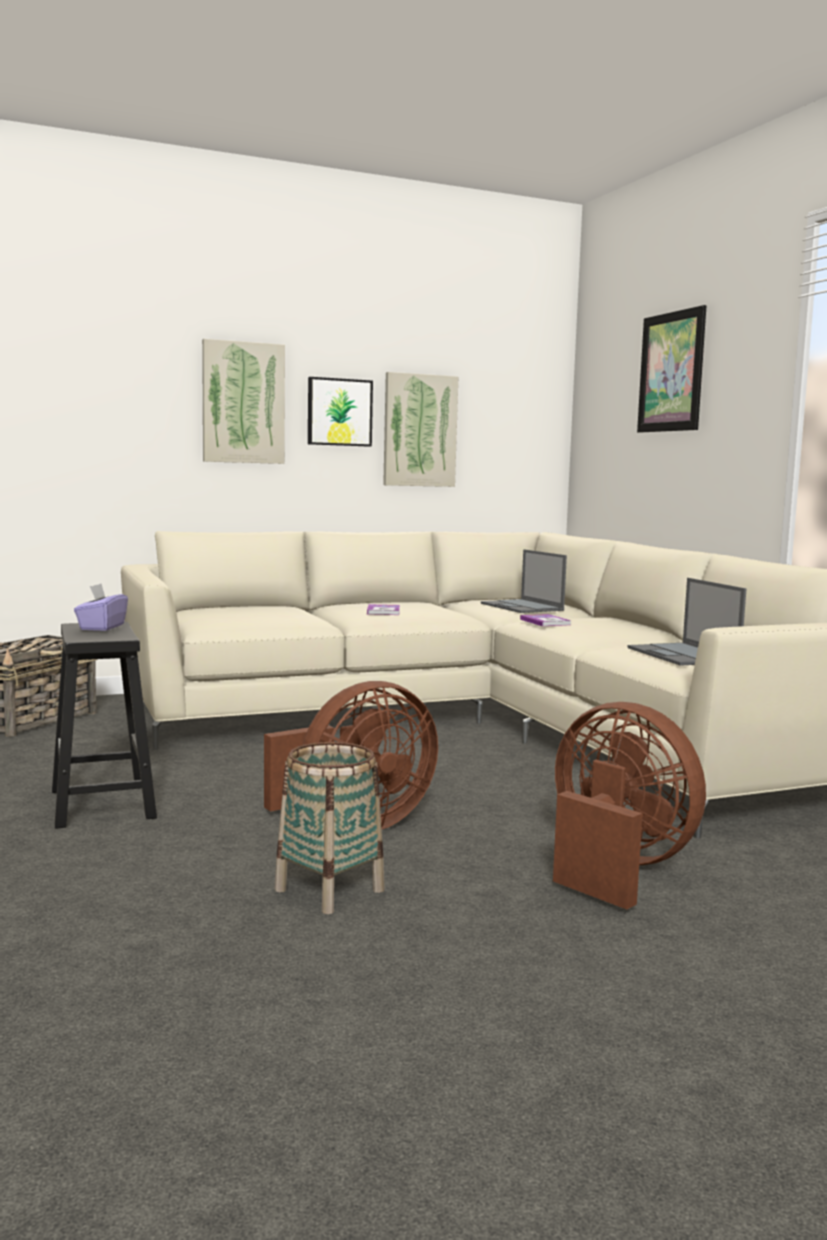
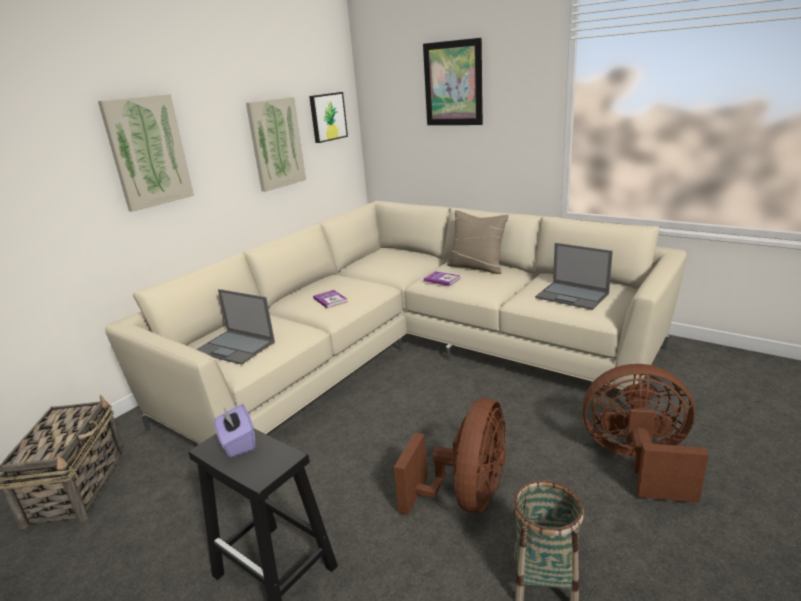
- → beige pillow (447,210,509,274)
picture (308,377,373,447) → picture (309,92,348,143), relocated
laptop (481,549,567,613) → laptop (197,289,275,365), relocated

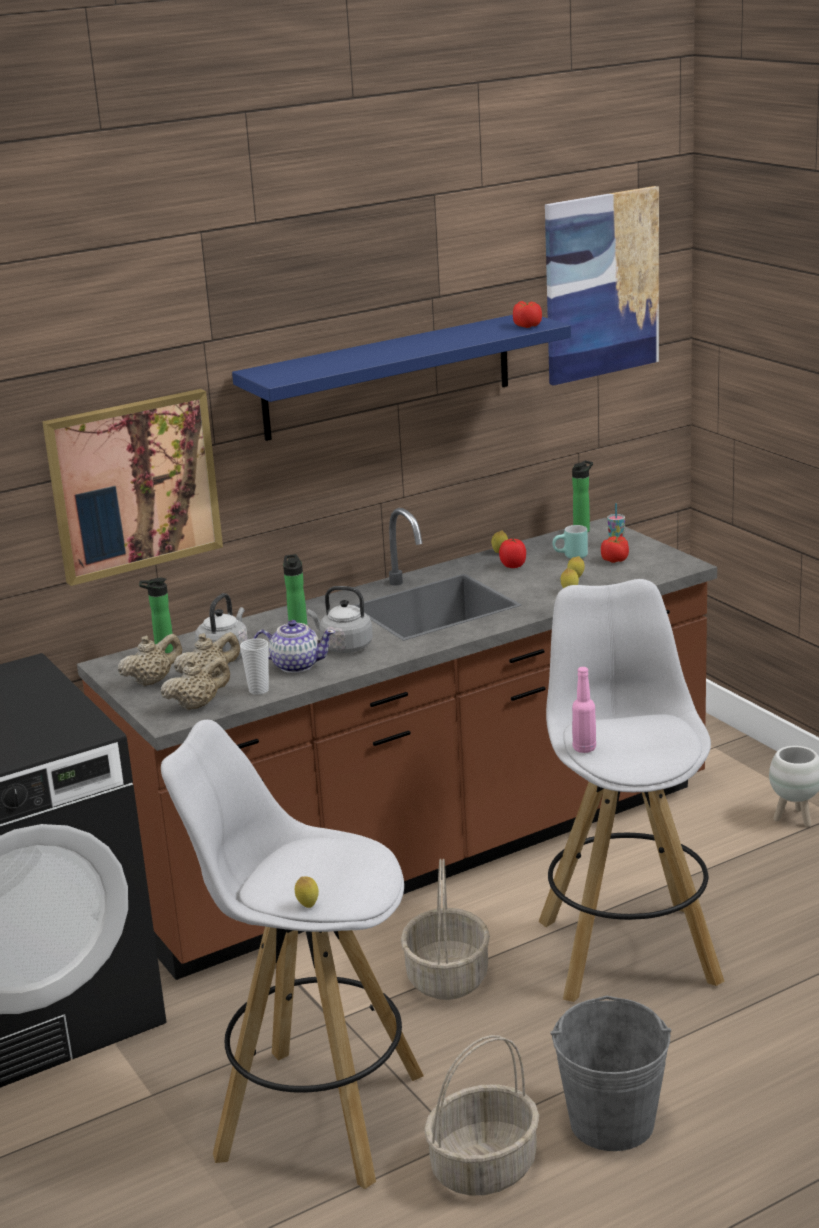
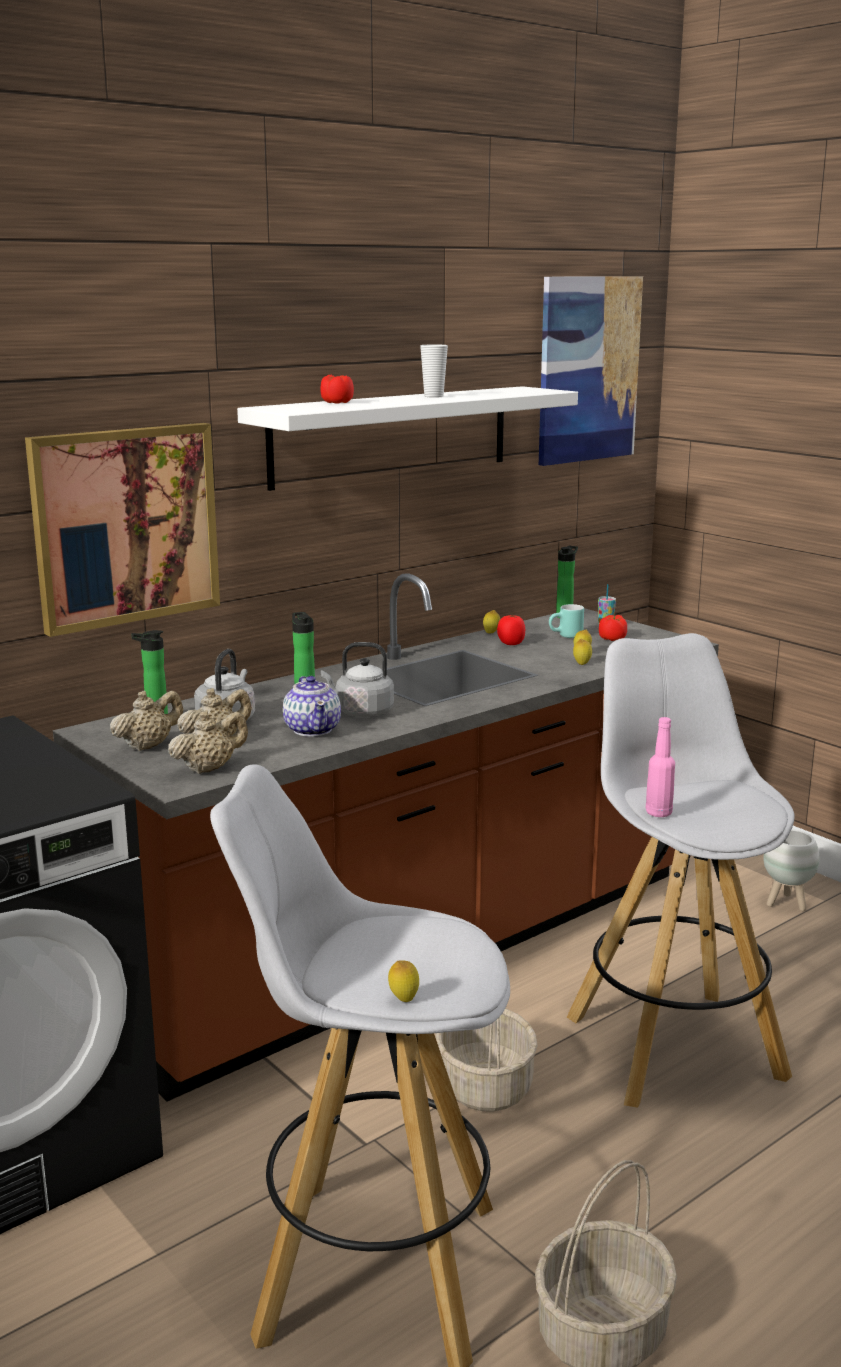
grey bucket (550,996,671,1151) → -
cup (240,638,269,695) → cup (420,344,448,398), relocated
tomato (513,301,542,328) → tomato (320,375,354,404), relocated
blue shelf (232,315,571,441) → white shelf (237,386,578,491)
teapot (253,620,335,673) → teapot (283,676,341,737), 75 degrees clockwise

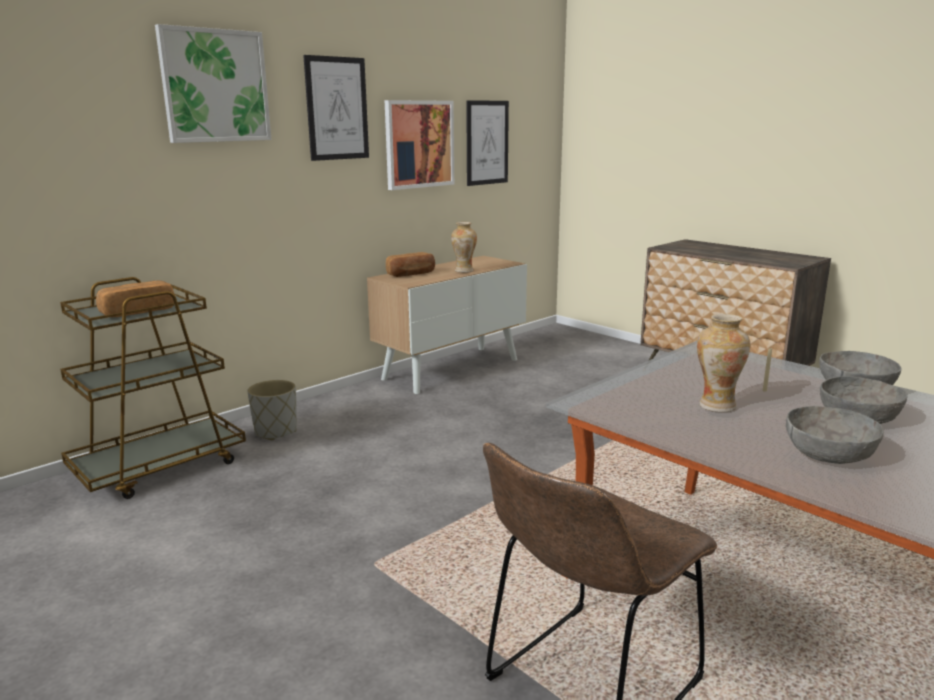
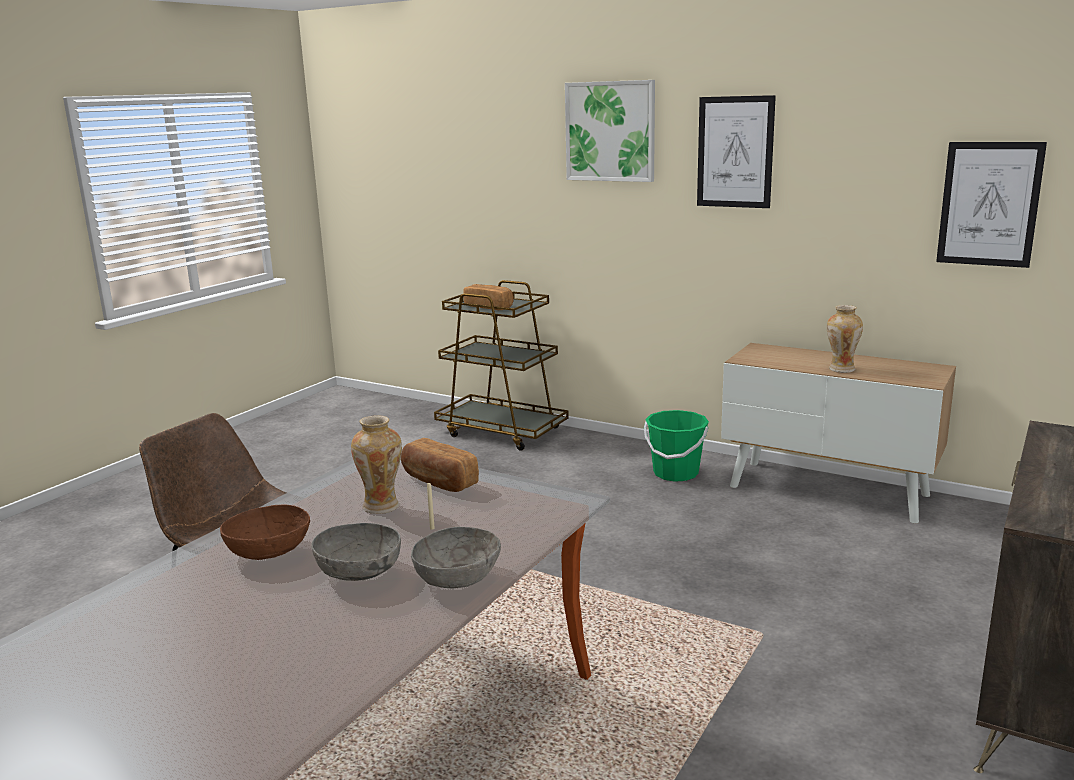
grey planter (247,380,297,440) → -
picture (384,100,454,190) → -
- → green bucket (644,410,709,482)
bread (386,252,435,277) → bread (401,438,479,492), relocated
grey bowl (786,406,884,464) → brown bowl (220,505,310,560)

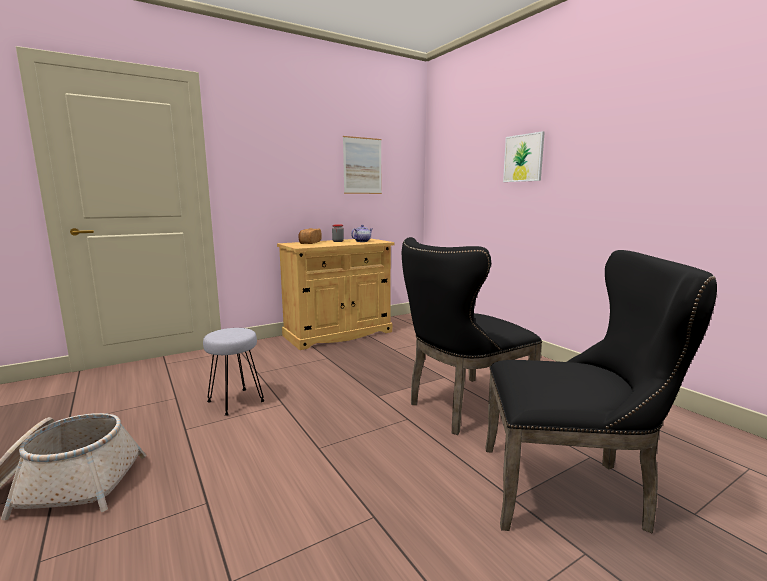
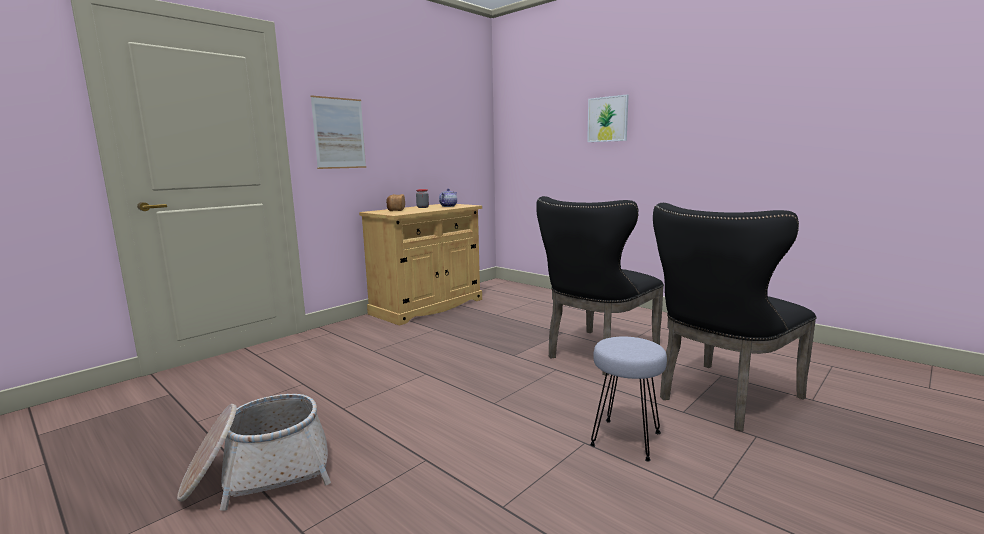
grey stool (203,328,265,416) → grey stool (590,337,667,461), relocated
picture (343,136,382,194) → picture (311,95,366,169), relocated
black chair (485,250,717,533) → black chair (653,203,817,431), 150 degrees clockwise

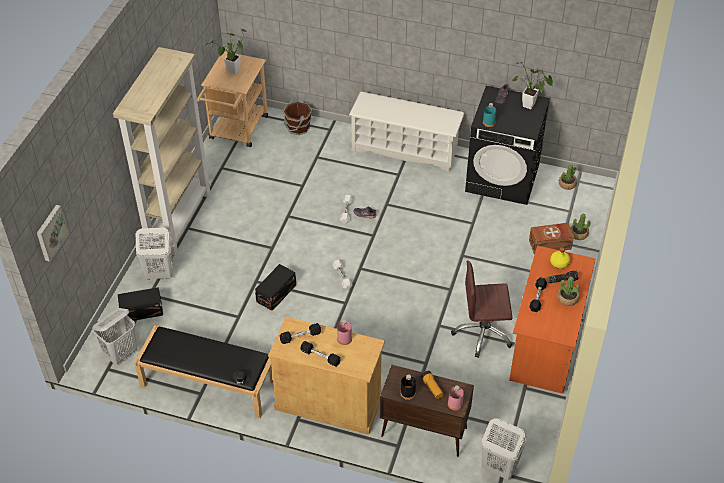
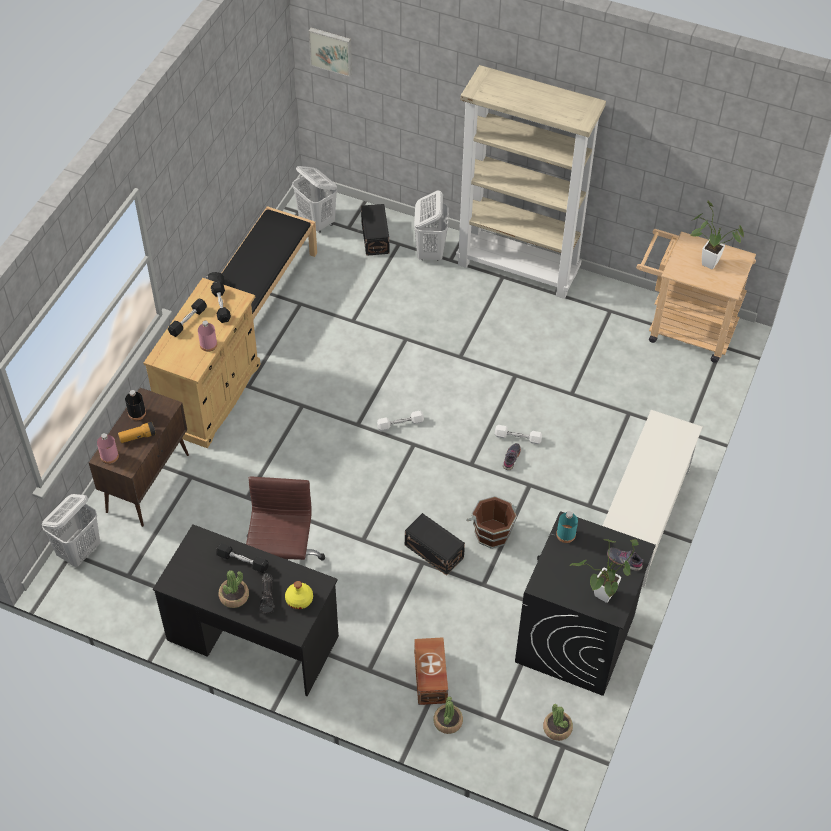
black storage box (255,264,296,311) → black storage box (405,513,465,576), relocated
brown bucket (283,100,312,135) → brown bucket (466,496,517,549), relocated
orange desk (509,246,596,394) → black desk (153,524,339,696)

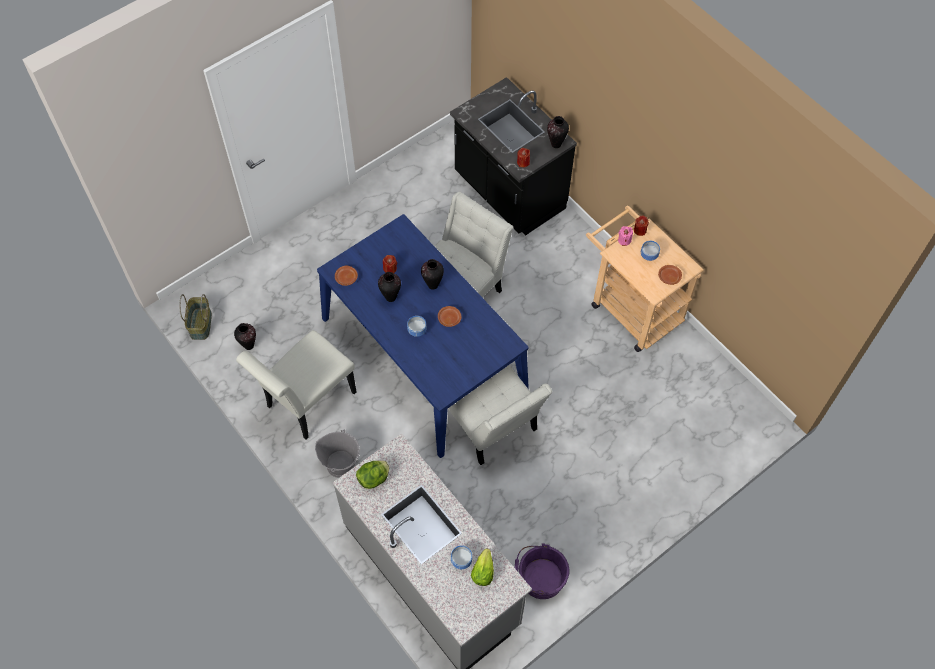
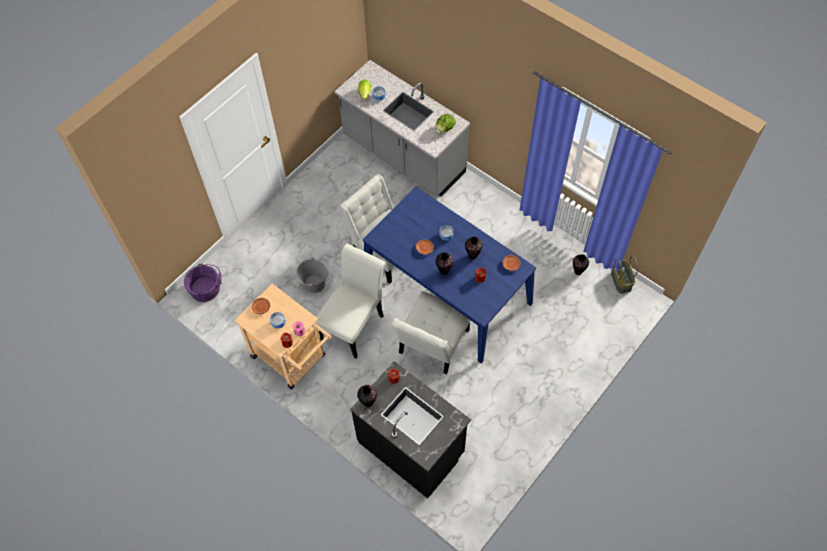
white chair (236,330,357,440) → white chair (317,244,386,358), relocated
grey bucket (315,430,360,478) → grey bucket (296,257,329,293), relocated
purple bucket (515,543,569,599) → purple bucket (184,264,222,302), relocated

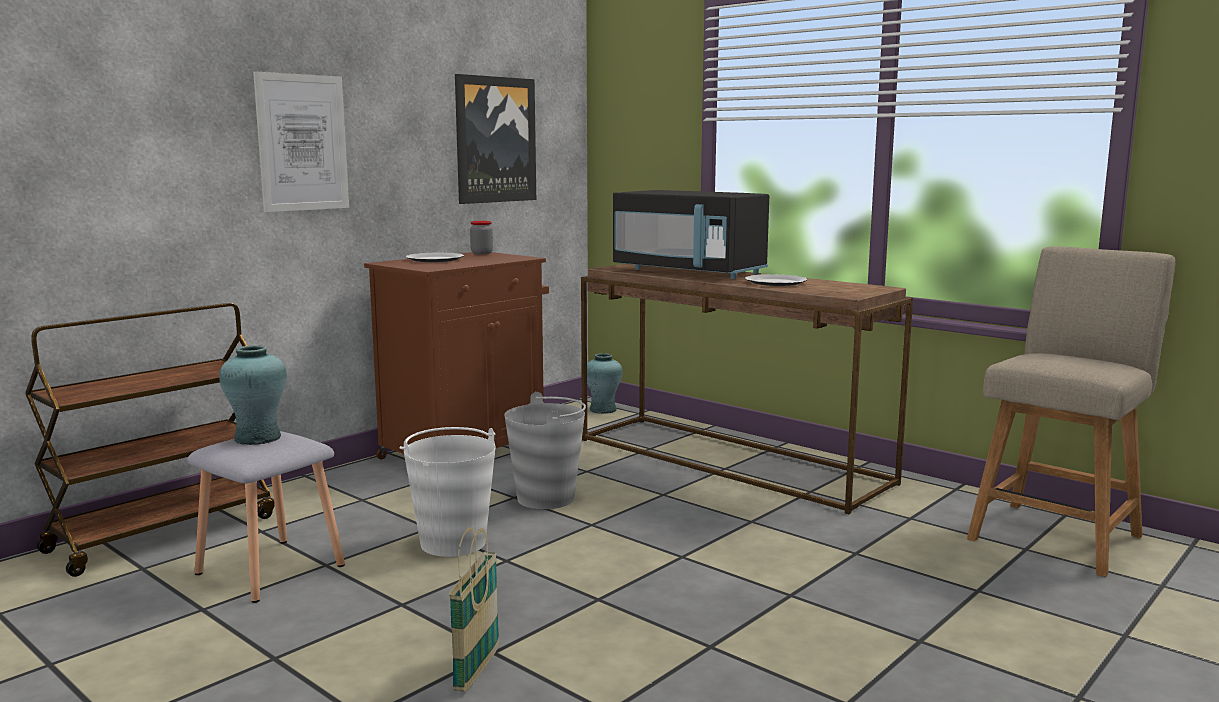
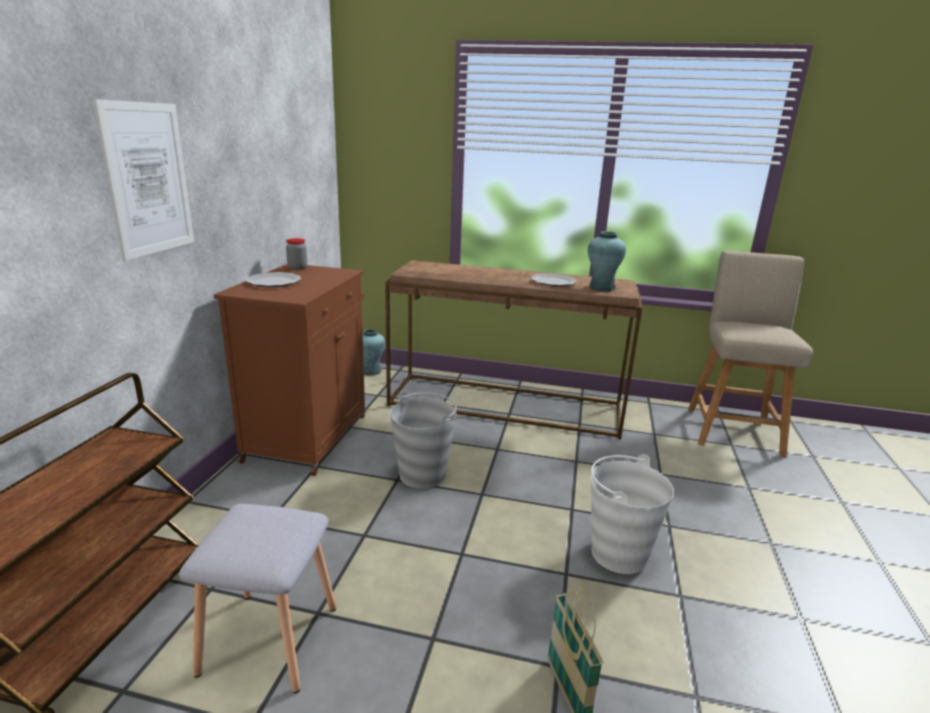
picture (455,74,536,204) → -
black microwave (613,190,769,279) → -
turquoise vase (219,345,287,445) → turquoise vase (588,231,626,291), relocated
white bucket (399,427,496,557) → white bucket (591,454,674,574), relocated

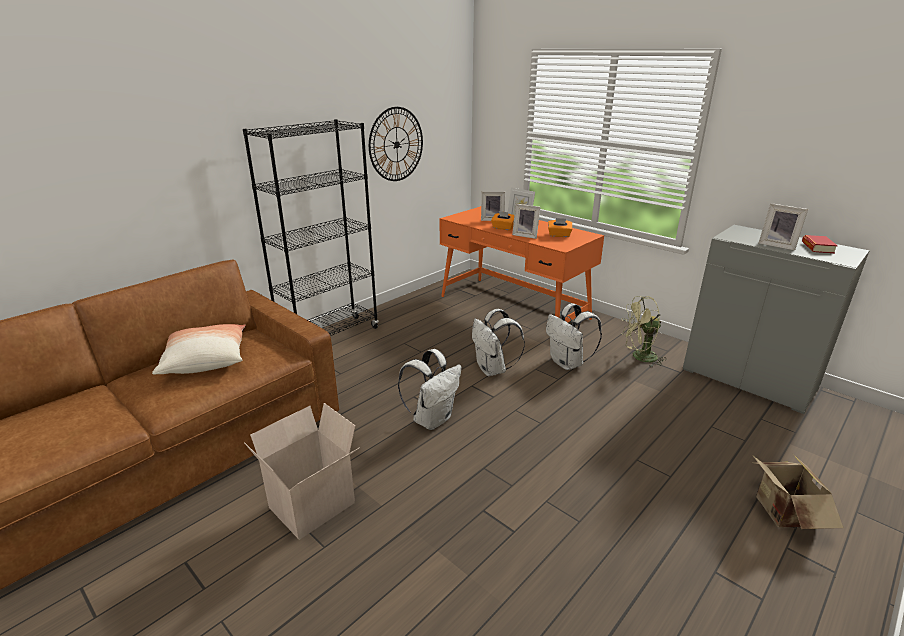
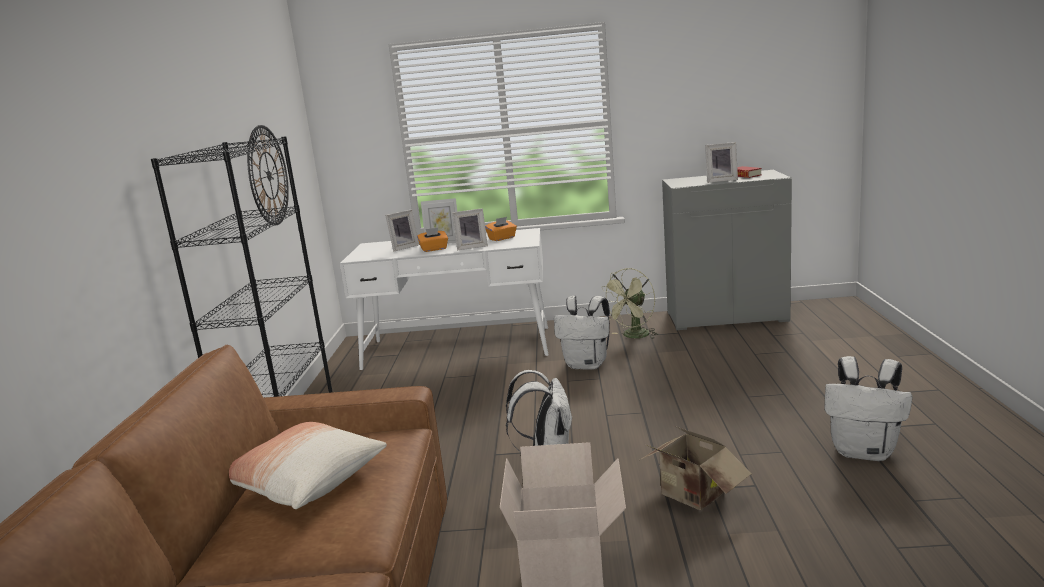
white backpack (472,309,525,376) → white backpack (825,356,912,461), relocated
cardboard box (751,454,844,529) → cardboard box (640,426,752,510), relocated
orange desk (439,206,604,322) → white desk (340,228,548,370)

